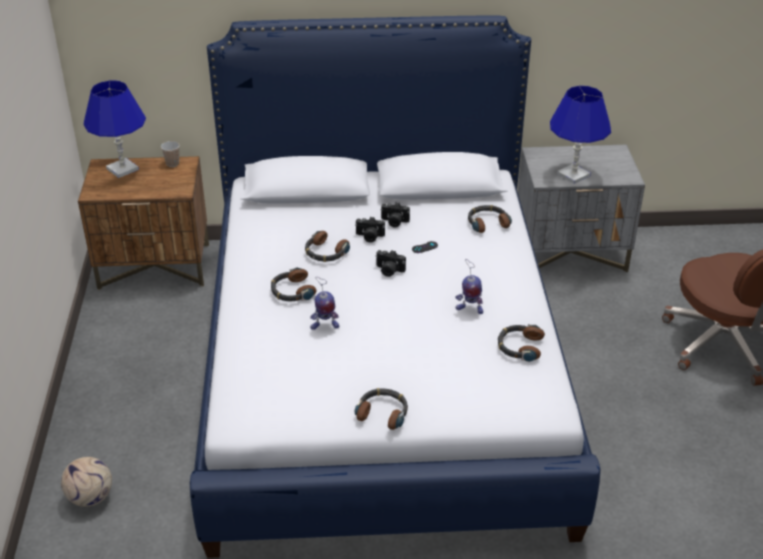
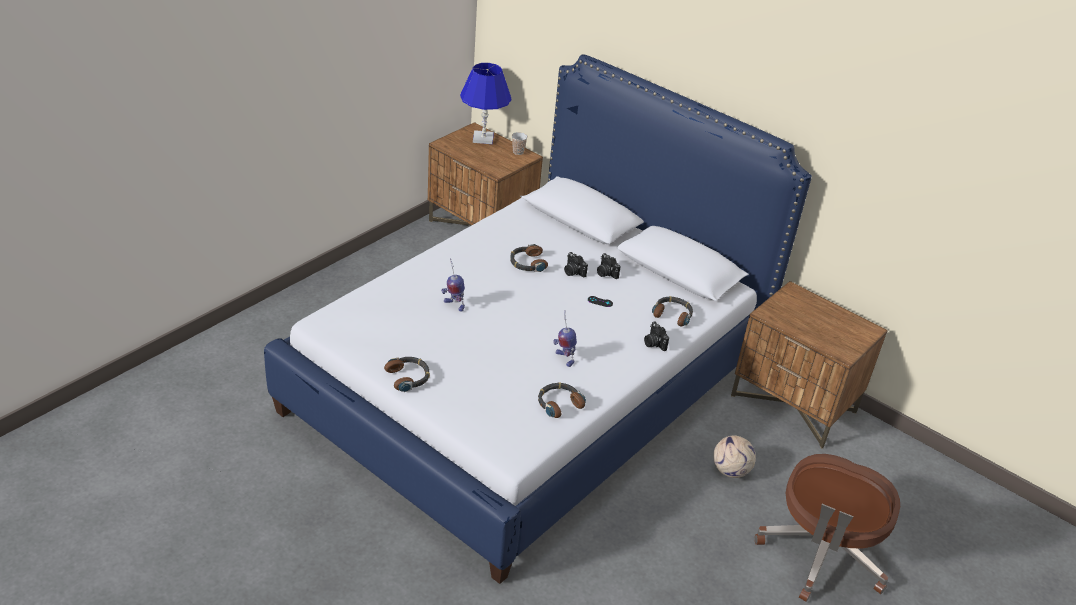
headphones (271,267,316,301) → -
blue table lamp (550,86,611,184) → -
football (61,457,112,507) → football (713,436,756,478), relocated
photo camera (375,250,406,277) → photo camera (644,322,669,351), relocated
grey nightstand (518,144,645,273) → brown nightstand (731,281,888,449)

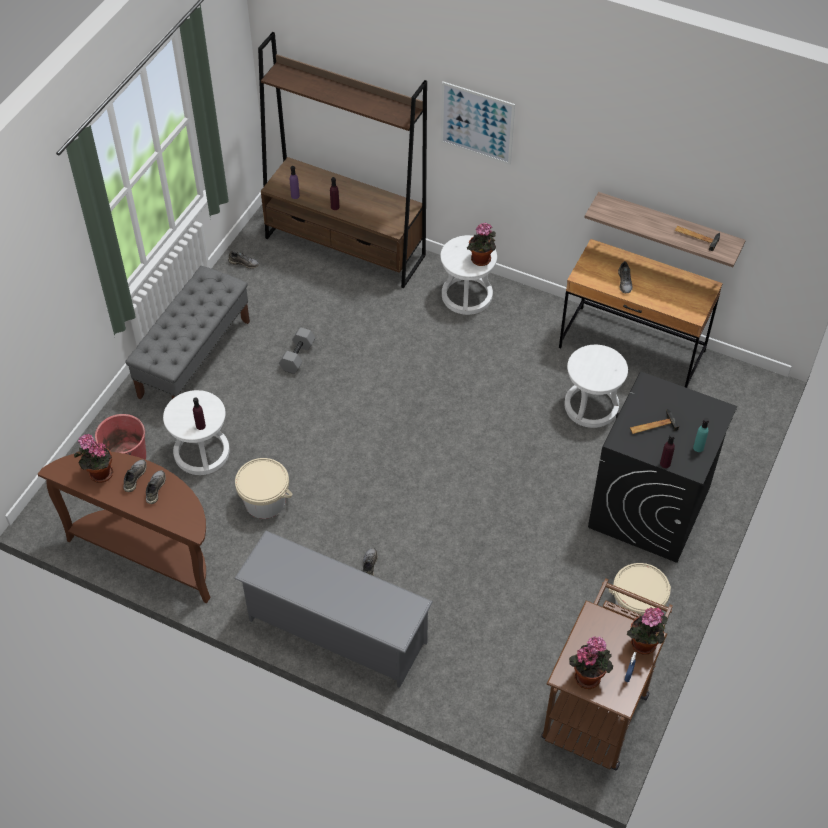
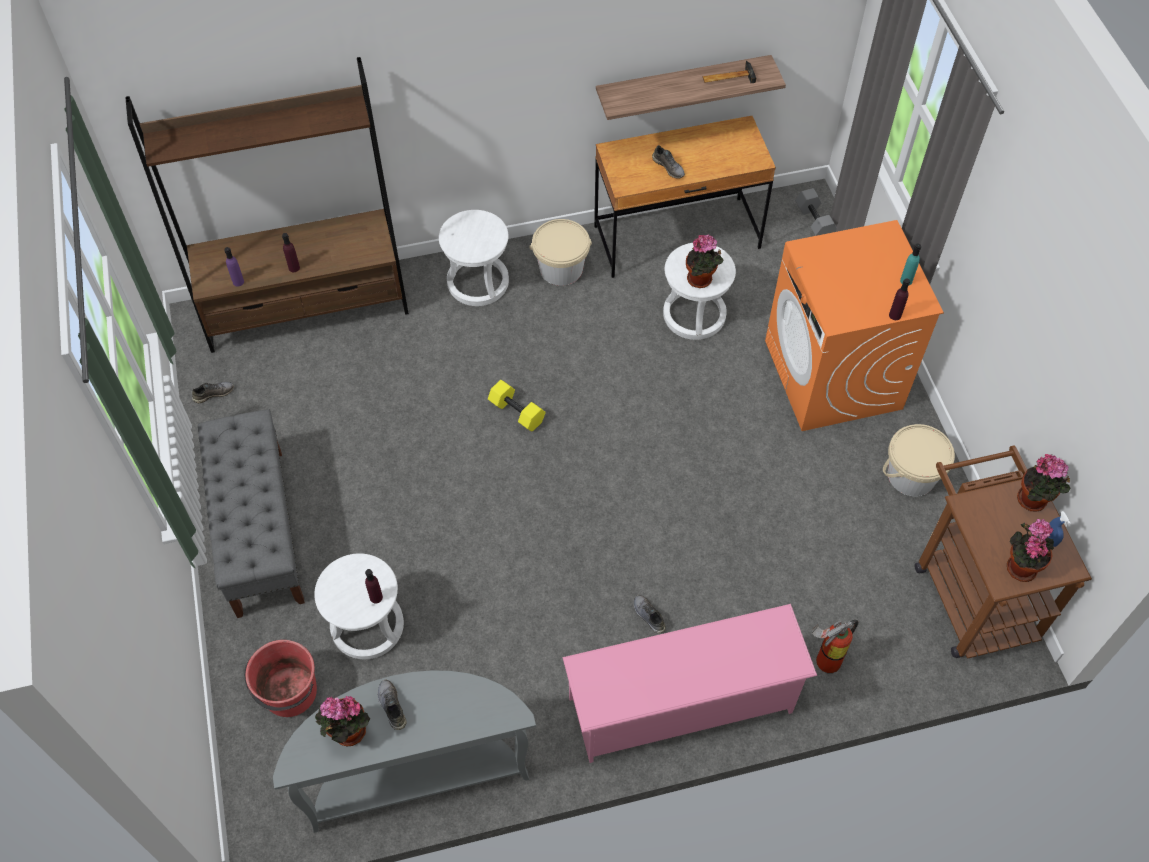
grey shoe (146,470,166,504) → -
picture (441,81,515,165) → -
hammer (630,409,679,434) → -
- → yellow dumbbell (488,380,546,432)
- → fire extinguisher (812,620,859,673)
beige bucket (235,458,292,519) → beige bucket (529,219,592,286), relocated
grey dumbbell (279,327,315,374) → grey dumbbell (795,188,837,236), relocated
potted plant (467,223,496,266) → potted plant (686,234,723,288), relocated
brown console table (38,452,211,603) → grey console table (273,670,536,833)
grey shoe rack (234,530,433,688) → pink shoe rack (563,604,817,763)
black washing machine (588,372,737,563) → orange washing machine (765,220,944,431)

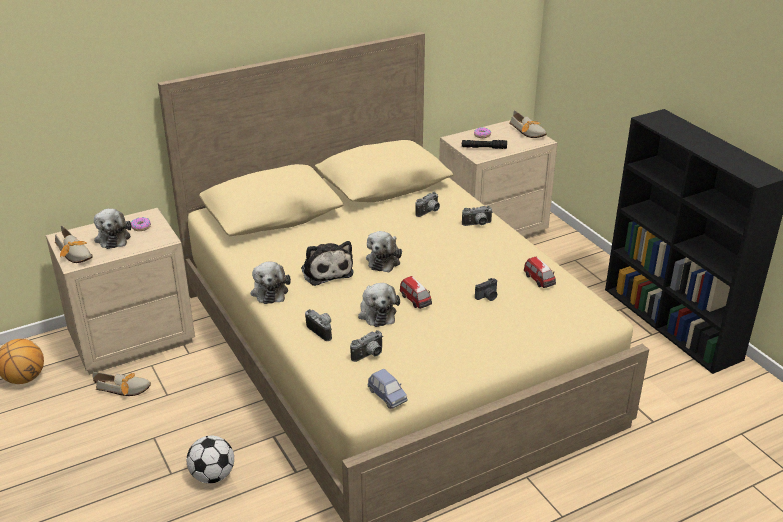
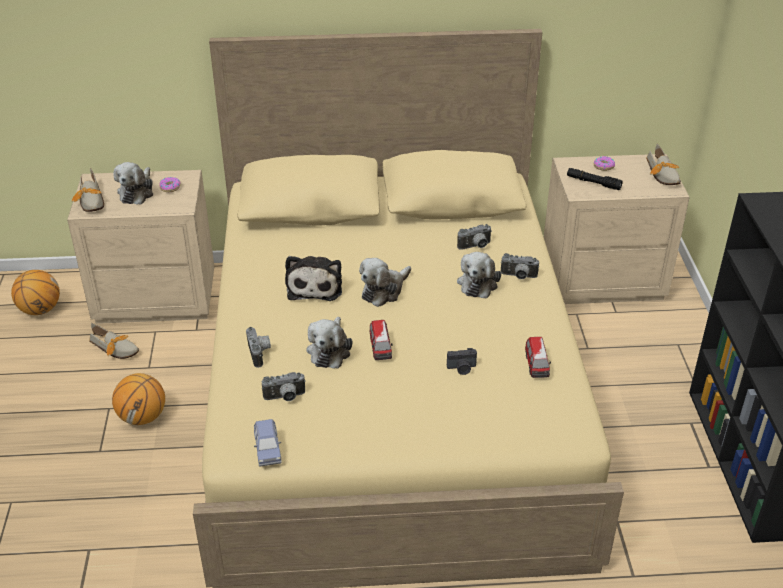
football (187,436,234,483) → -
- → basketball (112,373,165,425)
plush toy (250,262,291,304) → plush toy (457,252,501,299), relocated

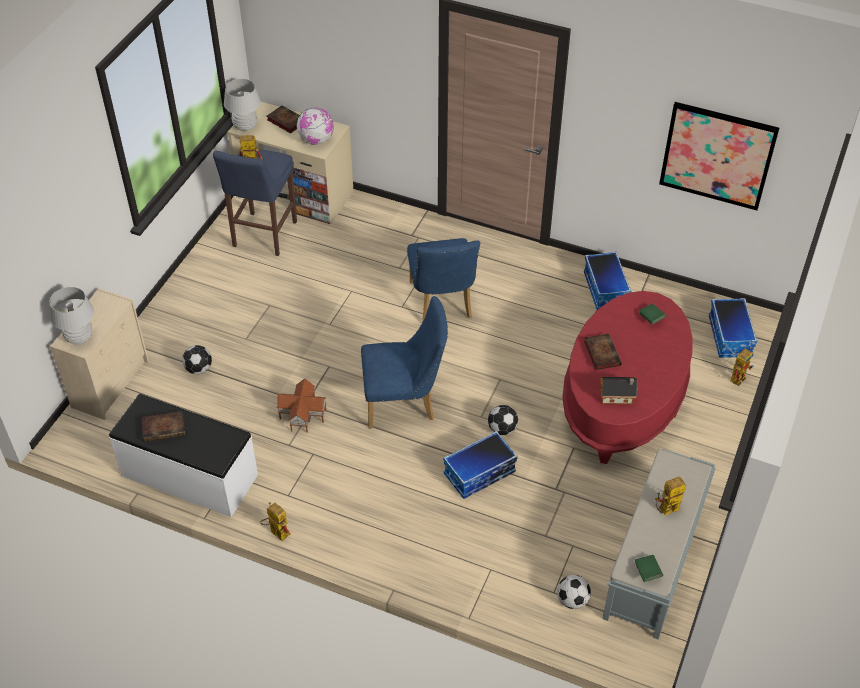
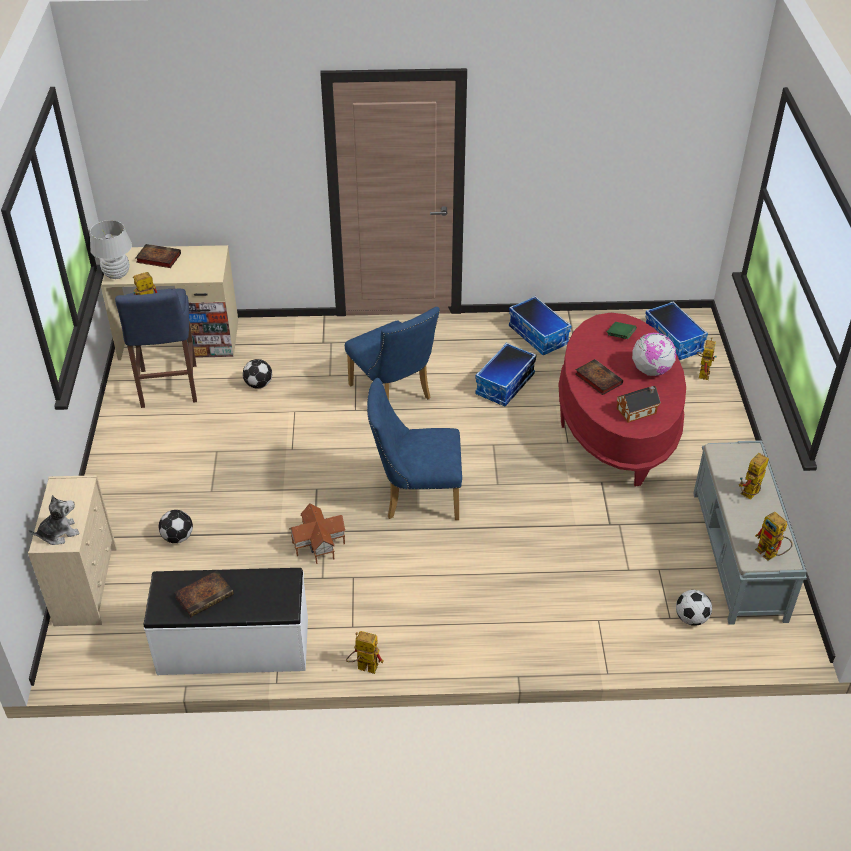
picture (659,102,779,211) → -
globe (297,107,334,145) → globe (632,333,676,376), relocated
storage box (443,431,518,499) → storage box (475,343,537,406), relocated
football (488,405,518,435) → football (243,359,272,389), relocated
white table lamp (49,287,94,345) → plush toy (29,495,79,545)
green book (635,555,663,582) → toy robot (755,512,793,561)
blue chair (361,296,448,429) → blue chair (367,378,462,520), 150 degrees counterclockwise

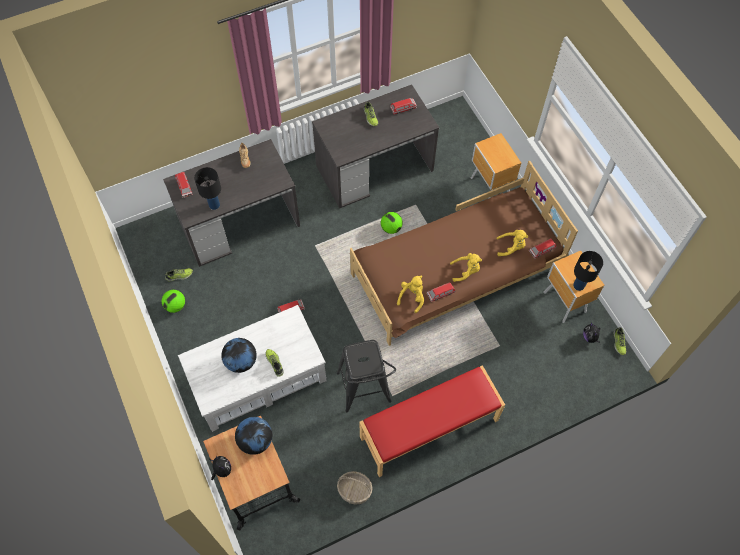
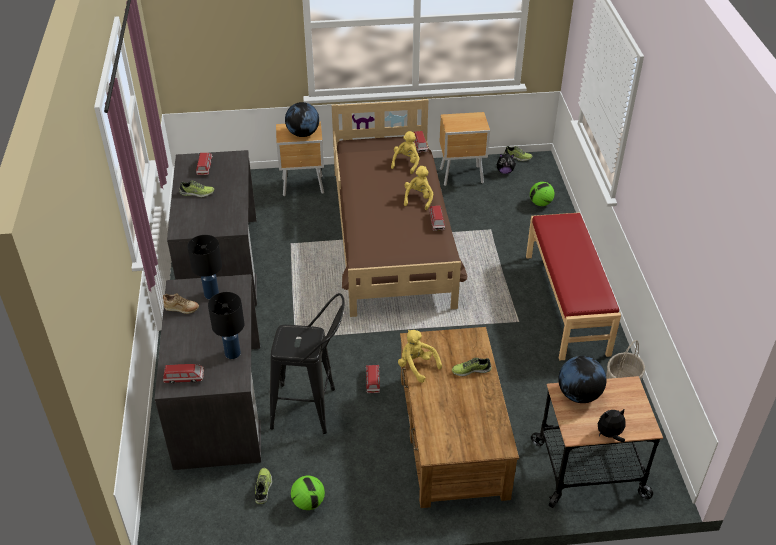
globe (221,338,257,373) → globe (285,102,319,137), relocated
black stool (337,340,396,412) → black stool (270,293,344,434), relocated
football (381,212,403,234) → football (530,182,555,206), relocated
yellow plush toy (397,276,424,313) → yellow plush toy (398,330,442,383), relocated
black table lamp (573,251,603,291) → black table lamp (187,235,222,299), relocated
white coffee table (178,305,326,432) → brown coffee table (400,327,519,508)

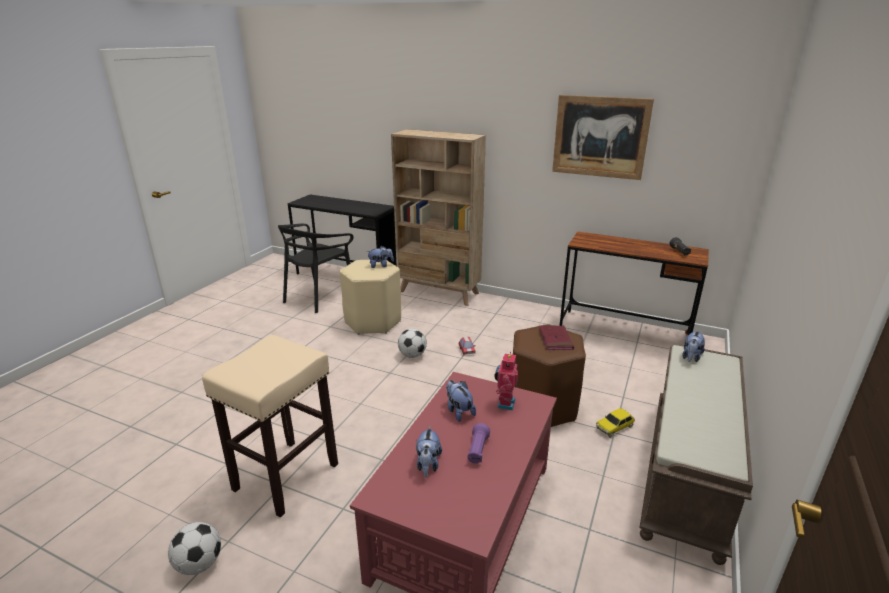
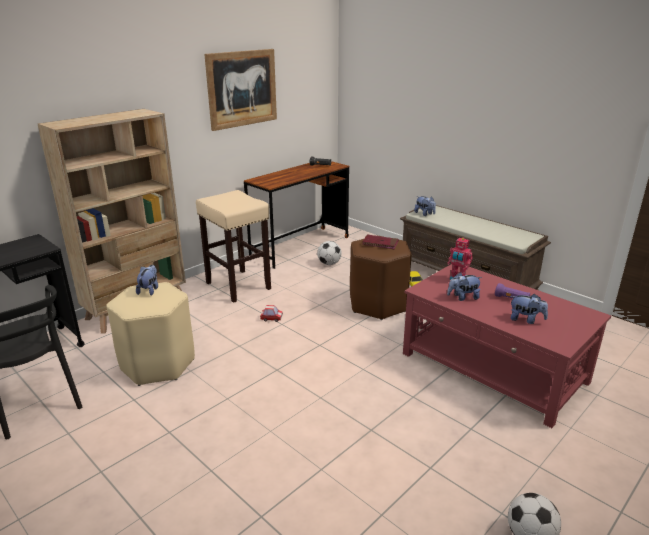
beige stool (202,335,338,518) → beige stool (196,190,271,303), relocated
football (398,329,427,358) → football (317,241,342,265), relocated

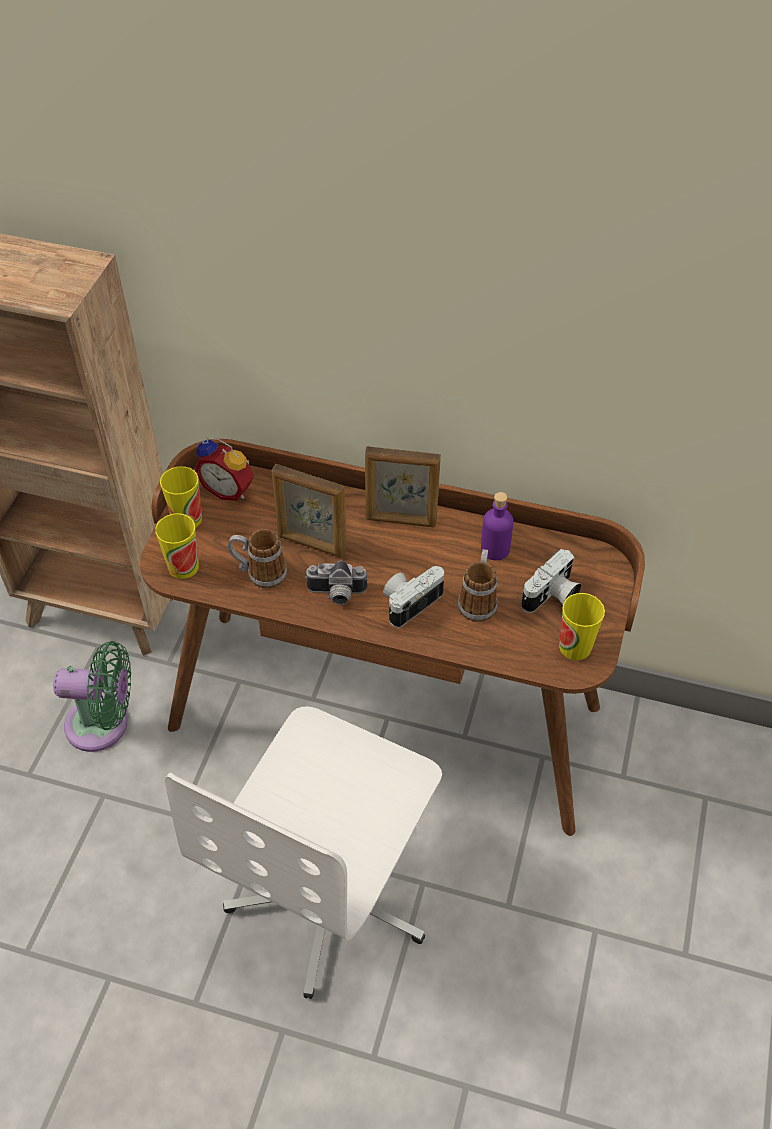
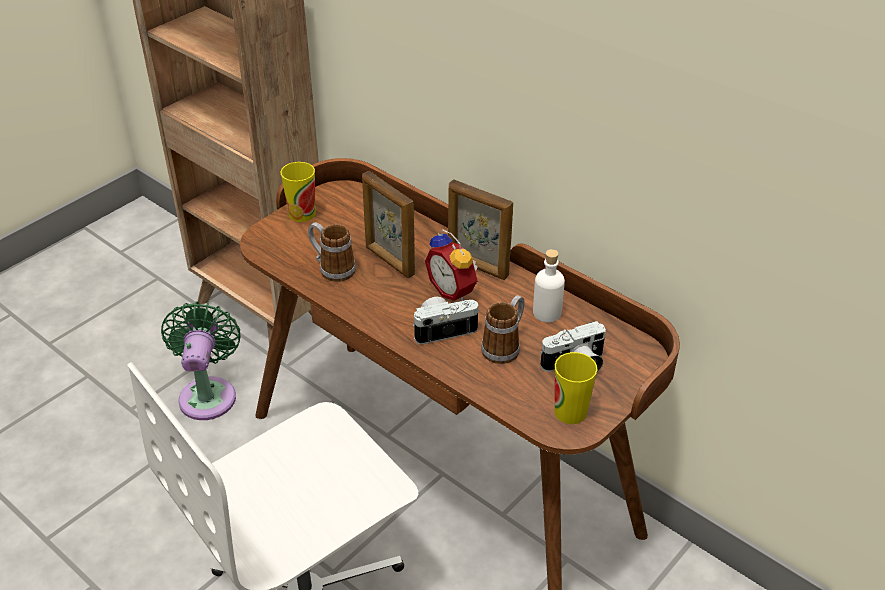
cup (155,513,199,579) → -
photo camera (305,561,368,605) → -
alarm clock (194,437,254,501) → alarm clock (425,229,478,301), relocated
purple bottle (481,492,513,560) → white bottle (533,249,565,322)
green fan (53,641,131,752) → green fan (161,302,241,420), 120 degrees counterclockwise

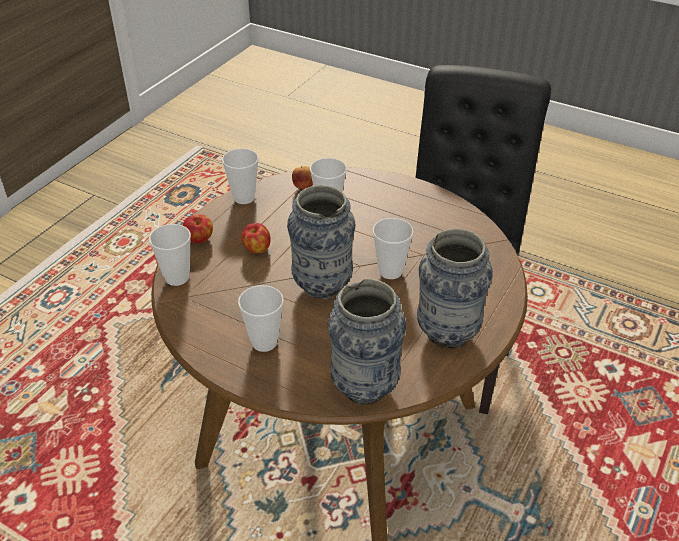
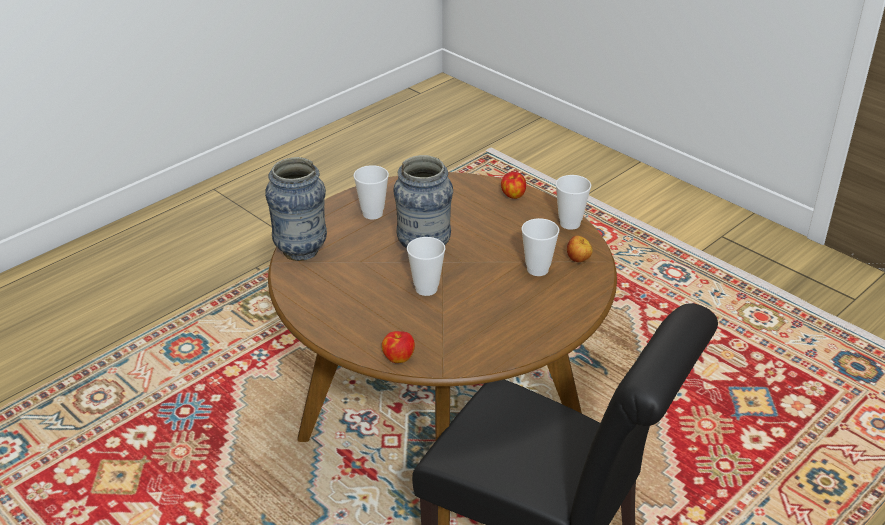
cup (149,224,191,286) → -
vase (417,228,493,349) → -
apple (241,223,271,254) → apple (382,331,415,363), relocated

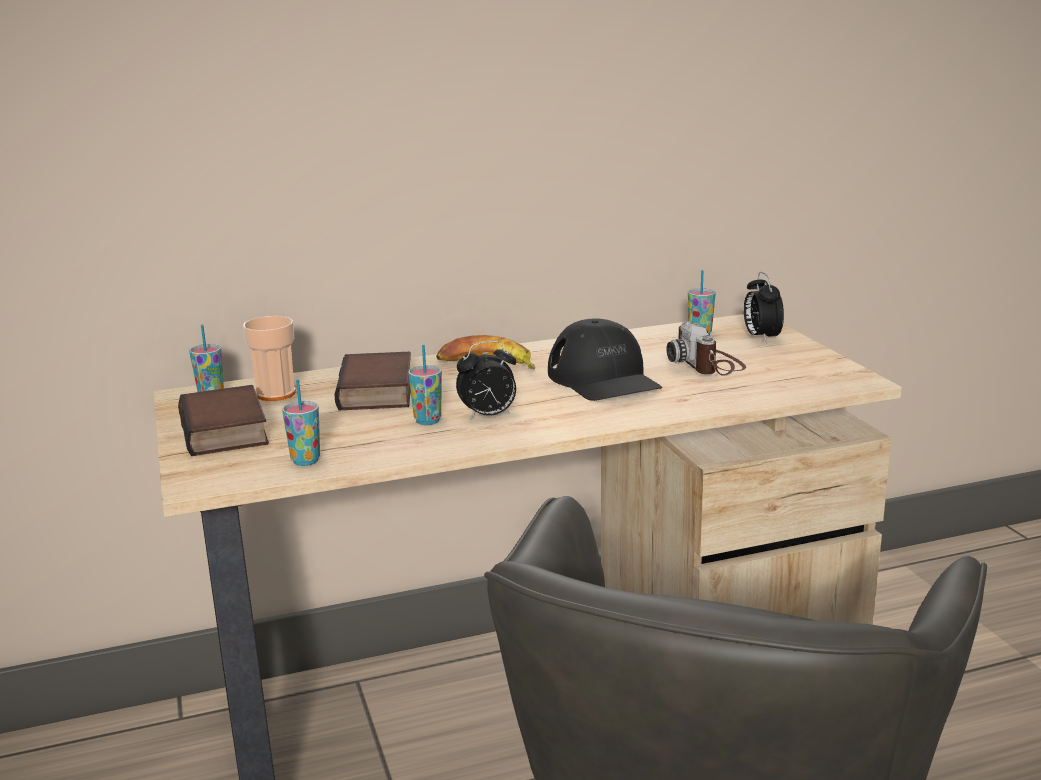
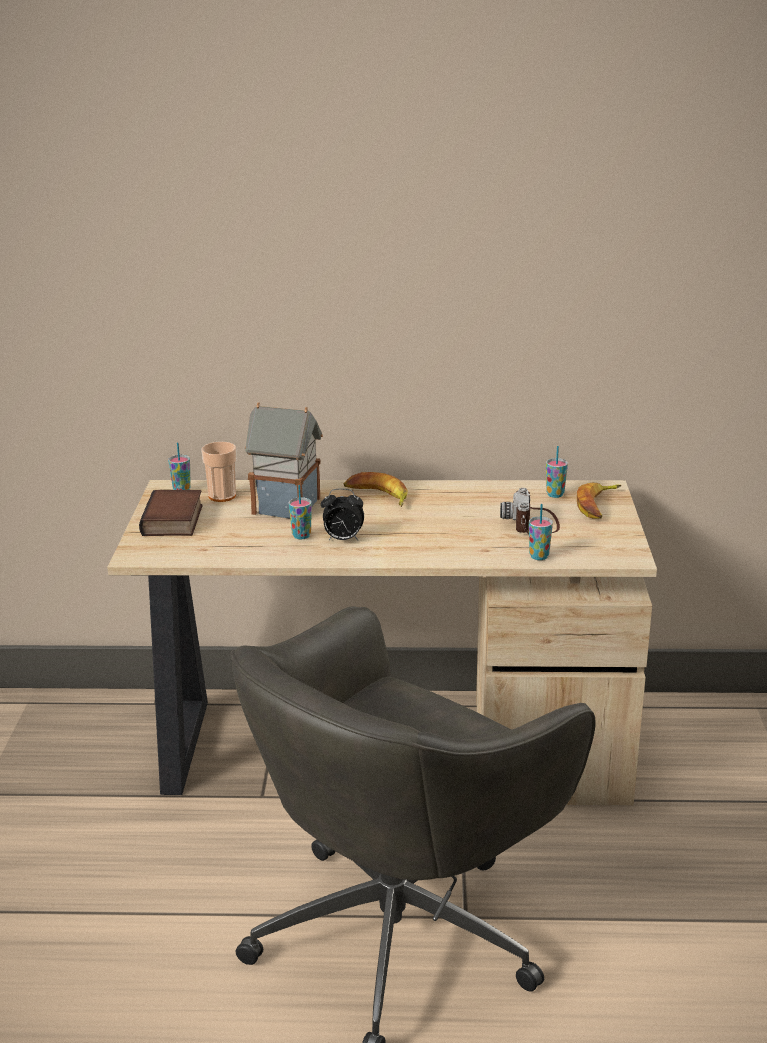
black cap (548,318,662,401) → -
cup (282,380,320,466) → cup (529,504,553,560), relocated
book (334,352,411,410) → toy house (245,403,323,519)
alarm clock (744,272,784,342) → banana (577,483,622,518)

